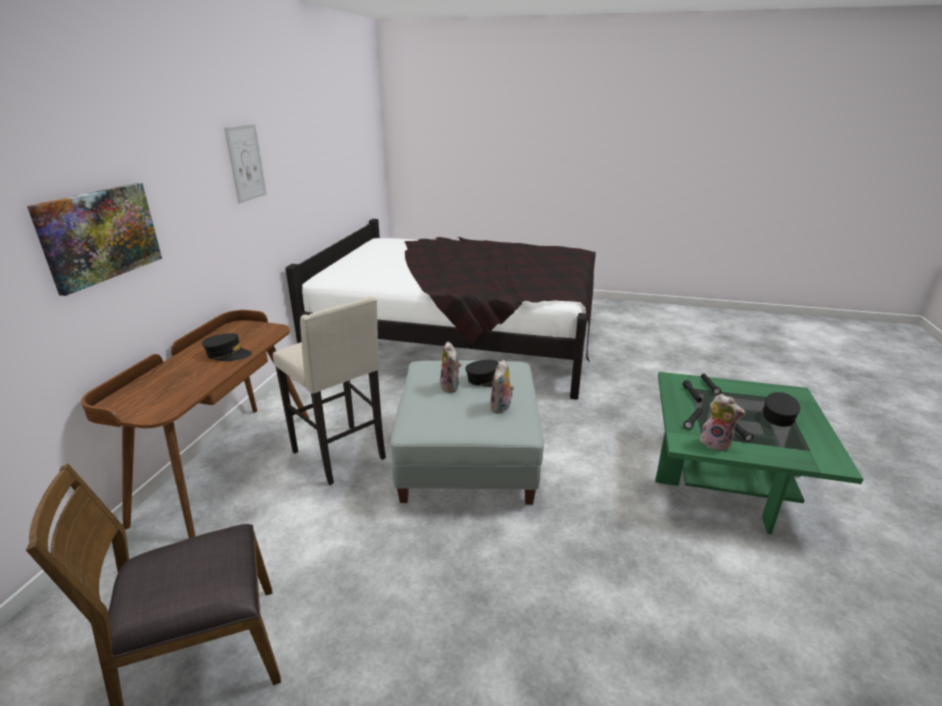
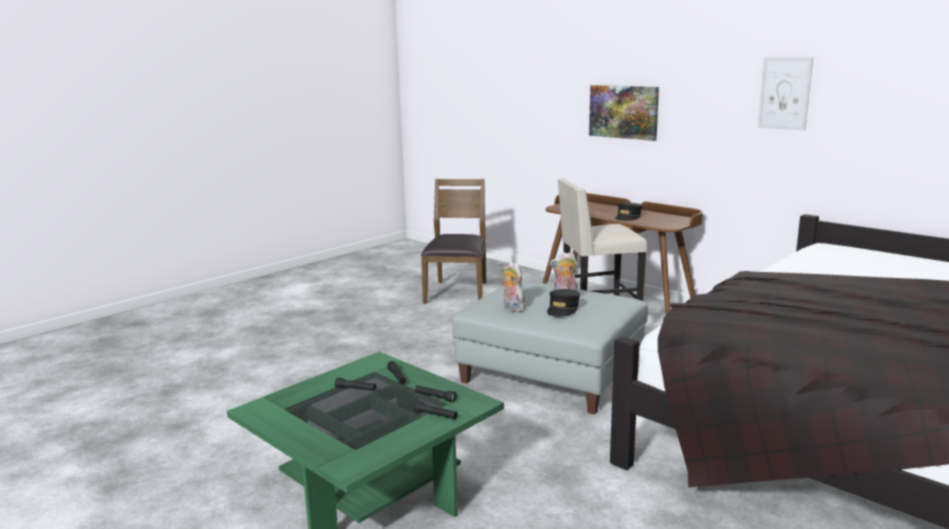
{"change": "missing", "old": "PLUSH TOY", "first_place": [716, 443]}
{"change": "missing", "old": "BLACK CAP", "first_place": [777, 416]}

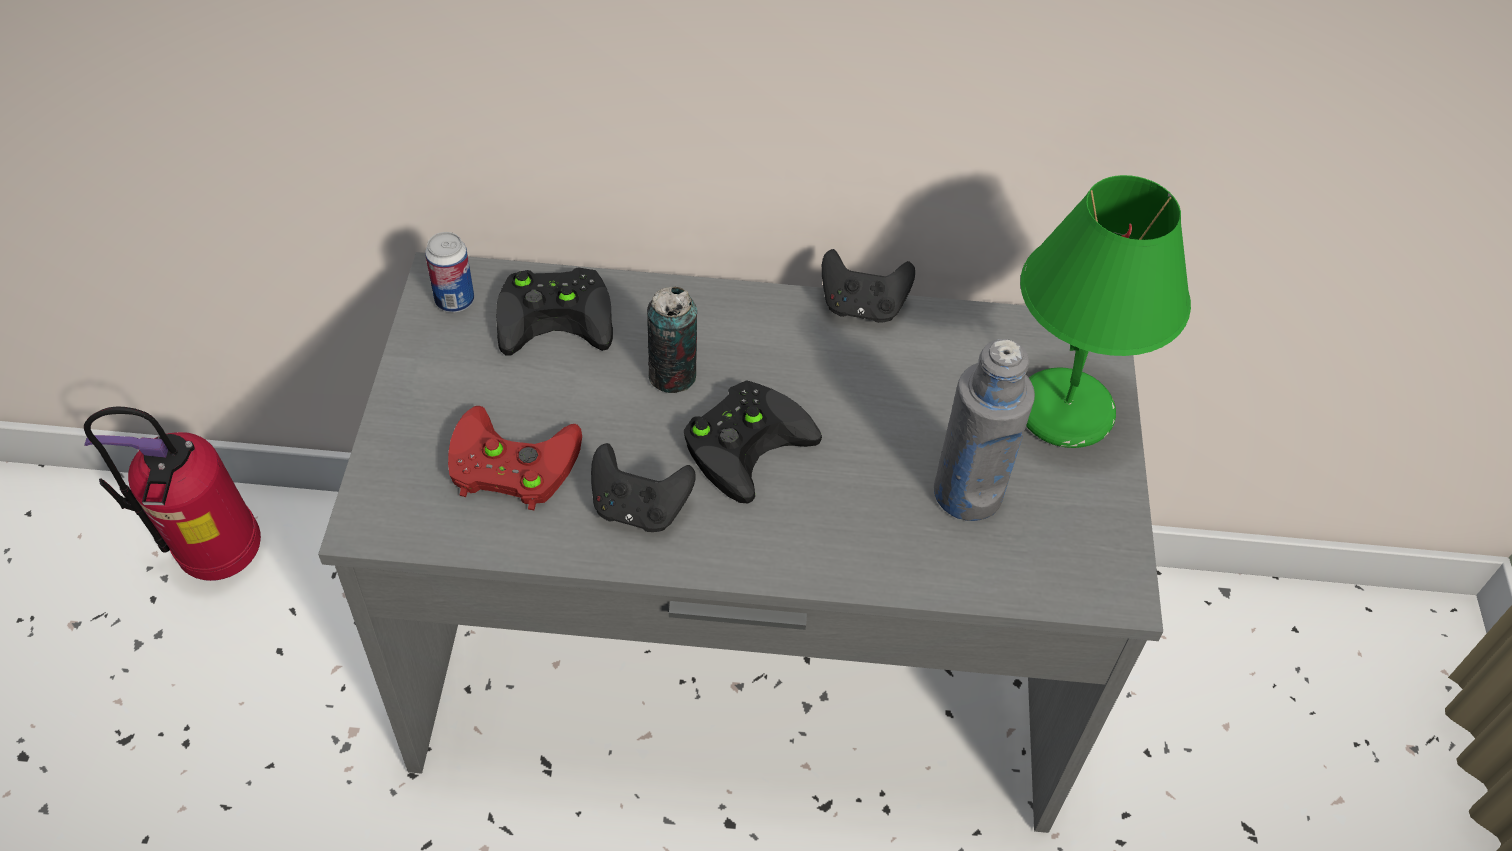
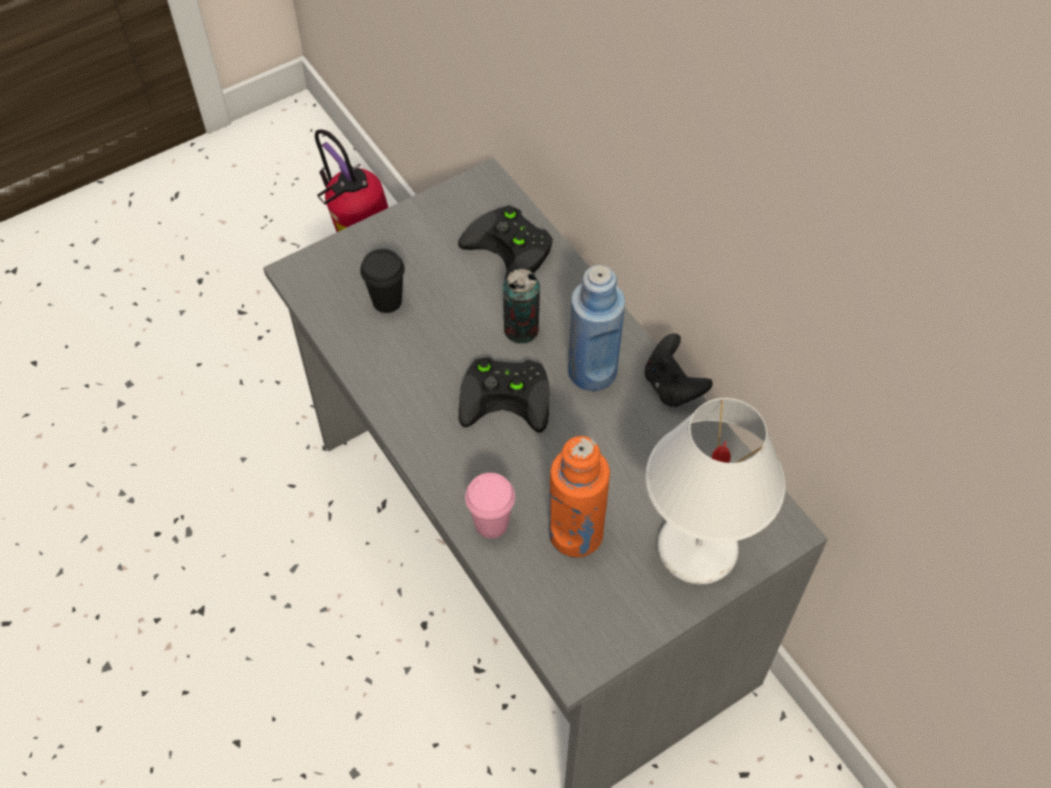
{"change": "missing", "old": "CAN", "first_place": [454, 301]}
{"change": "exchanged", "old": "RED GAME CONTROLLER", "new": "BLACK CUP", "first_place": [507, 465], "second_place": [387, 301]}
{"change": "missing", "old": "BLACK GAME CONTROLLER", "first_place": [639, 509]}
{"change": "colour", "old": "GREY BOTTLE", "new": "ORANGE BOTTLE", "first_place": [968, 493], "second_place": [576, 534]}
{"change": "colour", "old": "GREEN TABLE LAMP", "new": "WHITE TABLE LAMP", "first_place": [1066, 413], "second_place": [696, 551]}
{"change": "appeared", "new": "PINK CUP", "second_place": [491, 524]}
{"change": "appeared", "new": "BLUE BOTTLE", "second_place": [592, 371]}

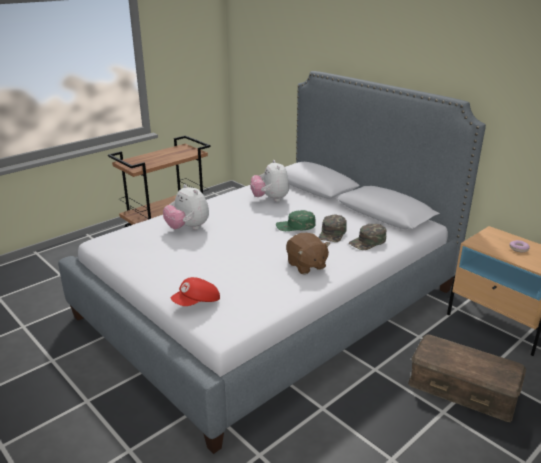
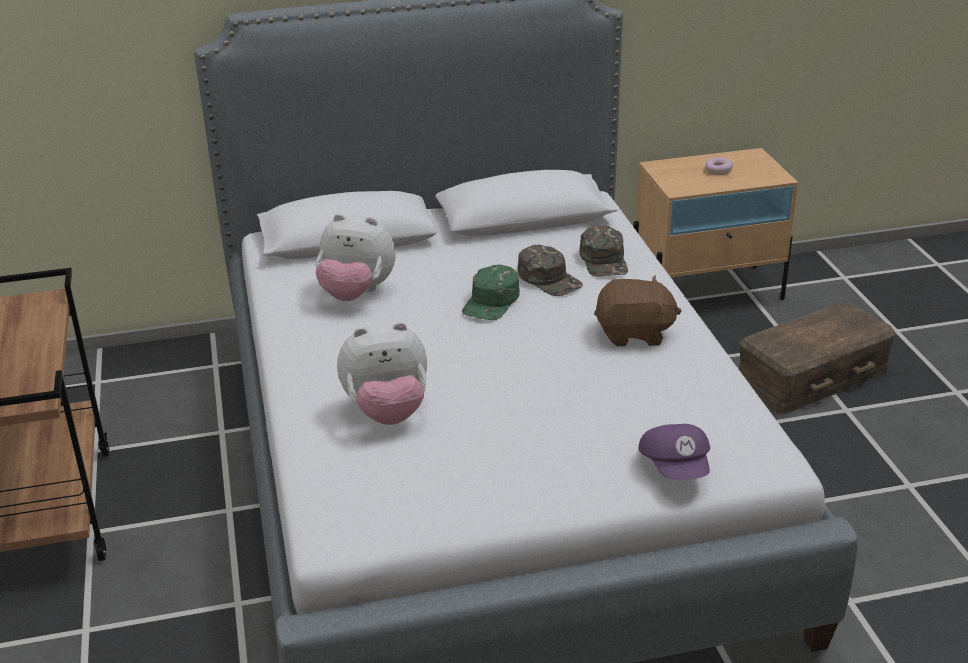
{"change": "colour", "old": "RED CAP", "new": "PURPLE CAP", "first_place": [197, 303], "second_place": [676, 467]}

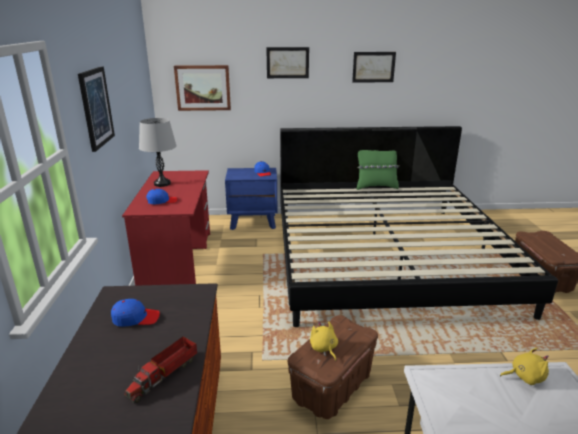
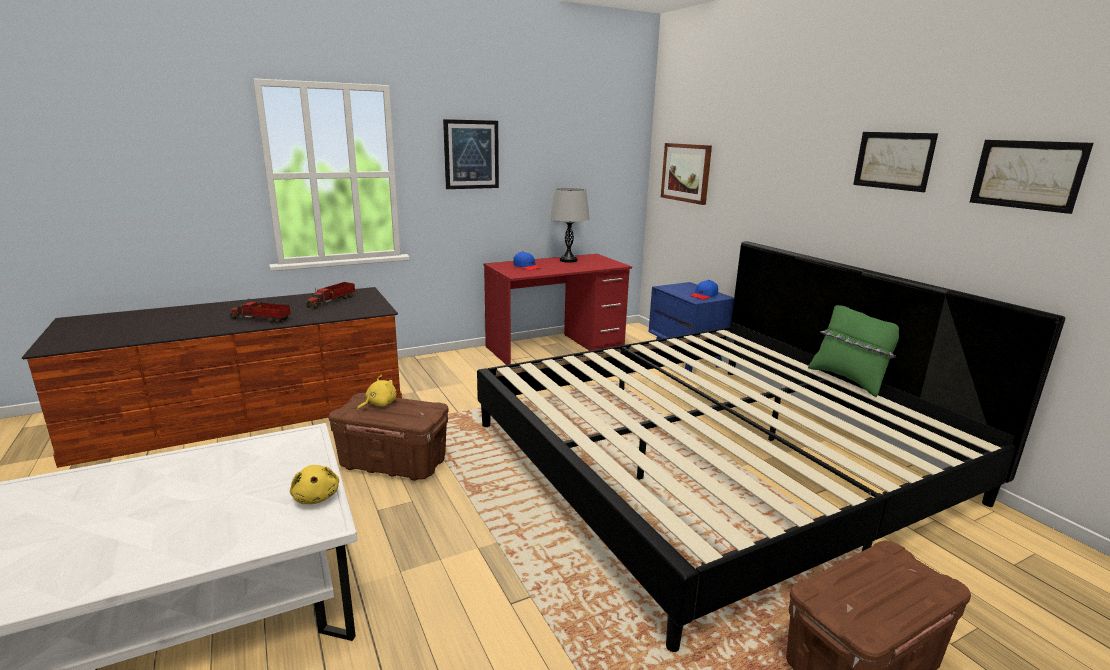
{"change": "exchanged", "old": "BLUE CAP", "new": "TOY TRUCK", "first_place": [135, 318], "second_place": [332, 301]}
{"change": "relocated", "old": "PICTURE", "first_place": [287, 62], "second_place": [1027, 175]}

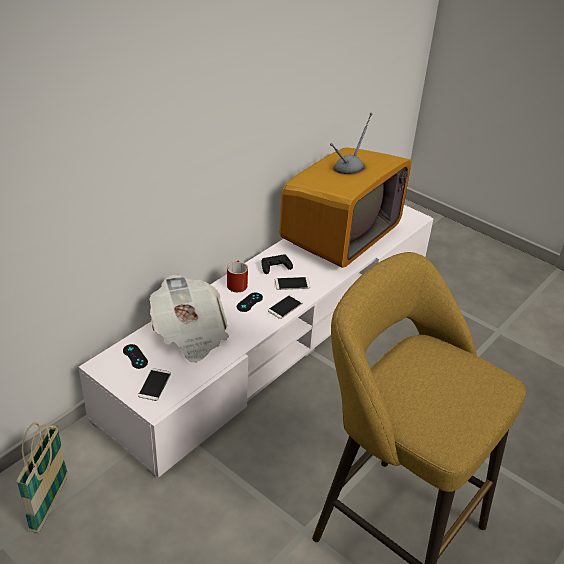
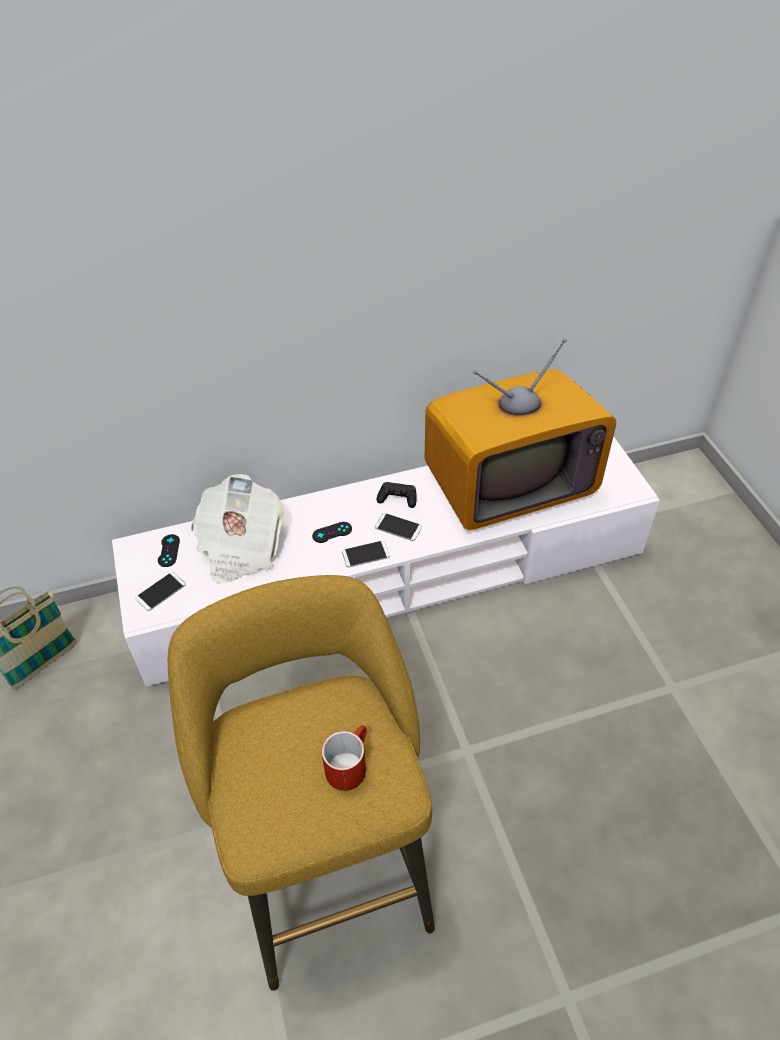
{"change": "relocated", "old": "RED MUG", "first_place": [236, 283], "second_place": [348, 763]}

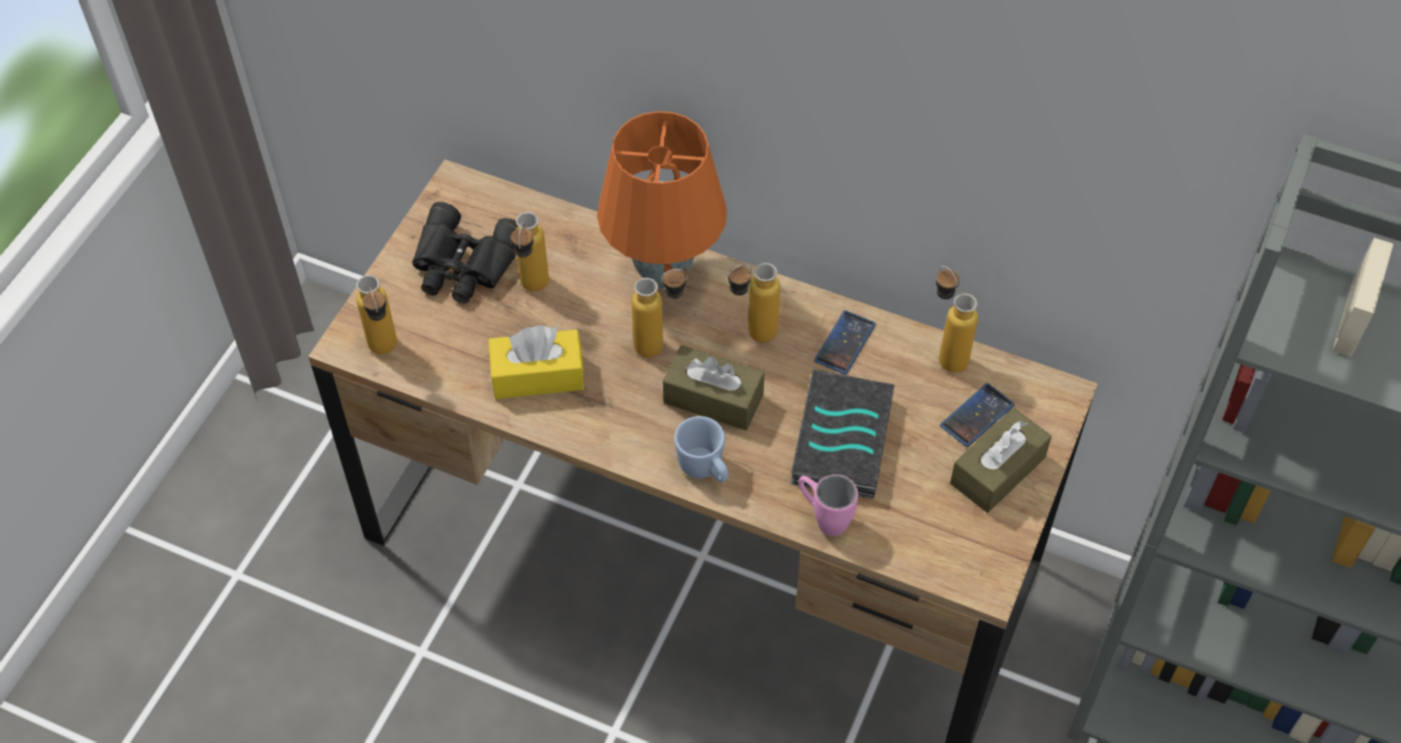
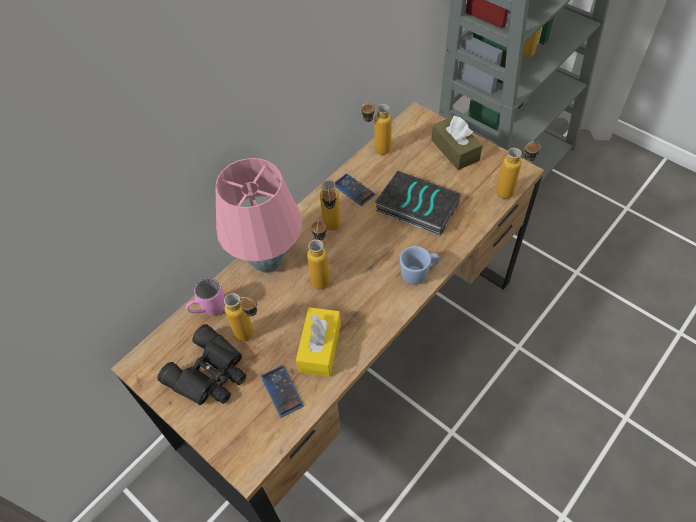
{"change": "relocated", "old": "BOTTLE", "first_place": [386, 353], "second_place": [511, 192]}
{"change": "colour", "old": "ORANGE TABLE LAMP", "new": "PINK TABLE LAMP", "first_place": [663, 273], "second_place": [269, 262]}
{"change": "missing", "old": "BROWN TISSUE BOX", "first_place": [713, 398]}
{"change": "relocated", "old": "PINK MUG", "first_place": [823, 518], "second_place": [209, 312]}
{"change": "relocated", "old": "PHONE", "first_place": [977, 416], "second_place": [282, 391]}

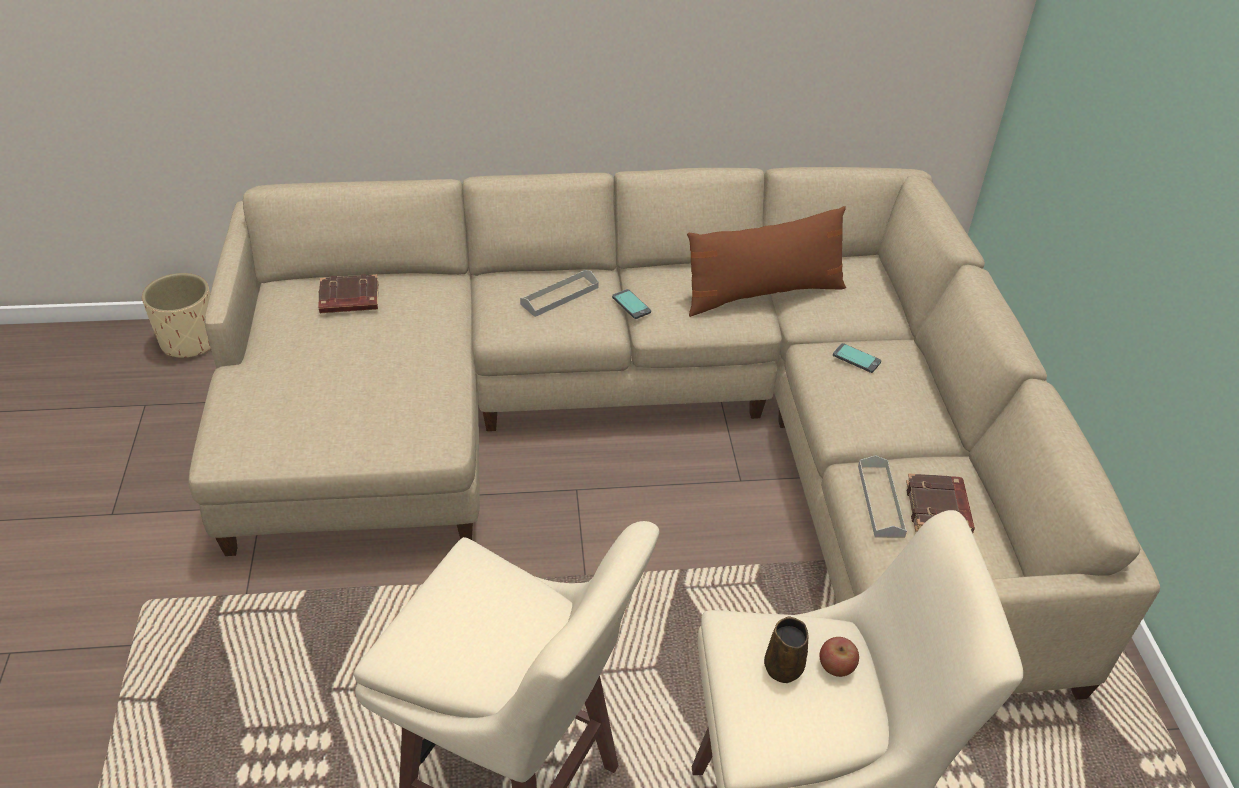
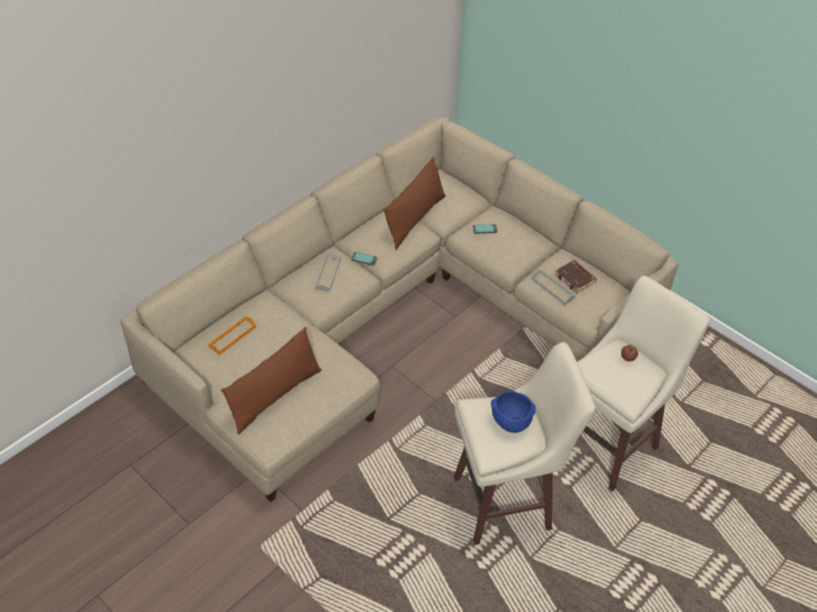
{"change": "missing", "old": "BEIGE PLANTER", "first_place": [190, 341]}
{"change": "exchanged", "old": "BROWN BOOK", "new": "ORANGE TRAY", "first_place": [348, 299], "second_place": [232, 337]}
{"change": "missing", "old": "BROWN MUG", "first_place": [783, 666]}
{"change": "appeared", "new": "BROWN PILLOW", "second_place": [274, 396]}
{"change": "appeared", "new": "BLUE BOWL", "second_place": [510, 422]}

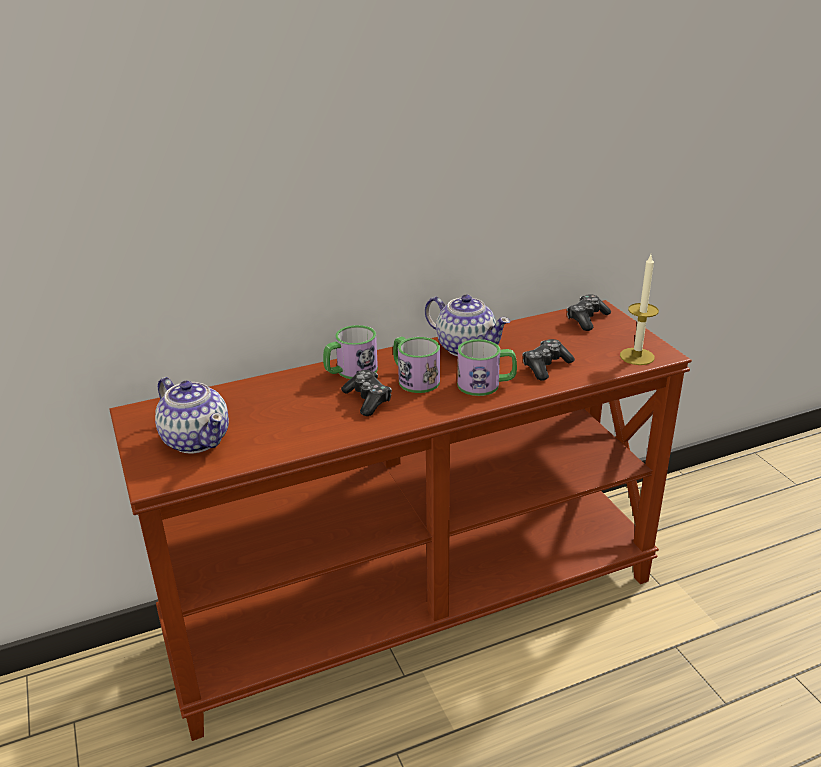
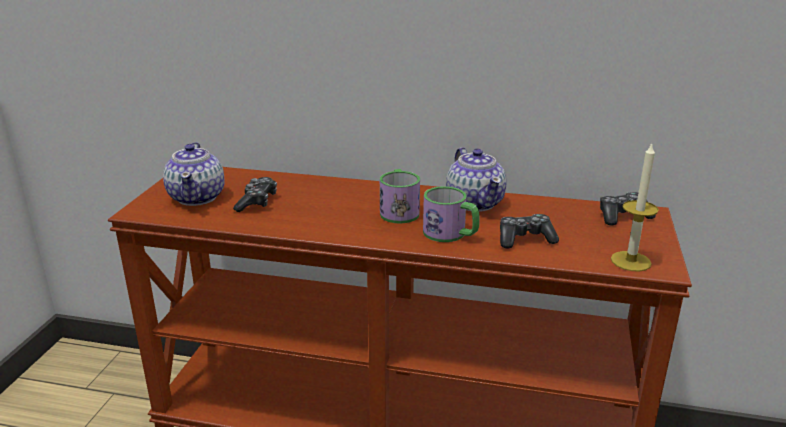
{"change": "missing", "old": "MUG", "first_place": [350, 371]}
{"change": "relocated", "old": "GAME CONTROLLER", "first_place": [368, 400], "second_place": [257, 202]}

